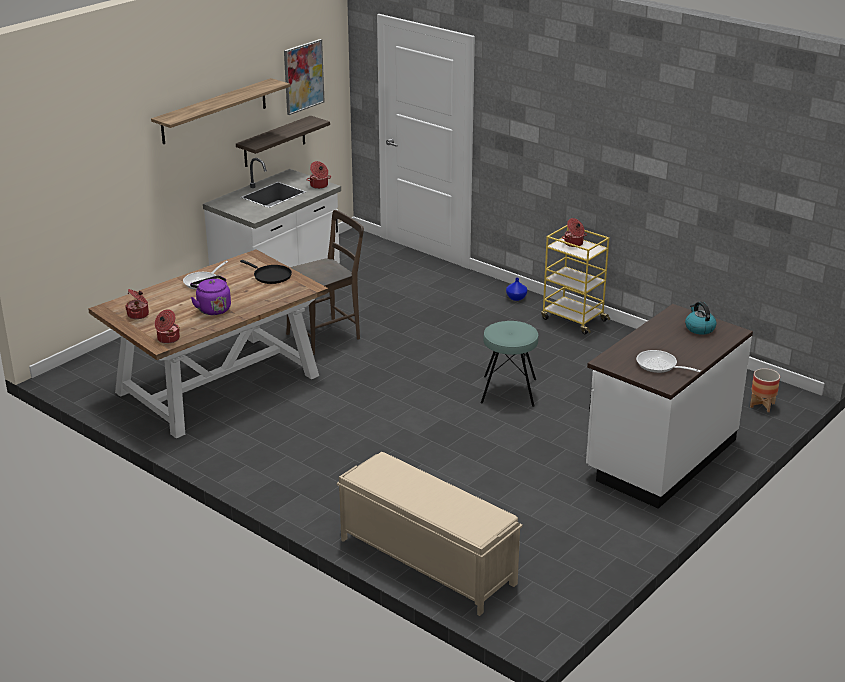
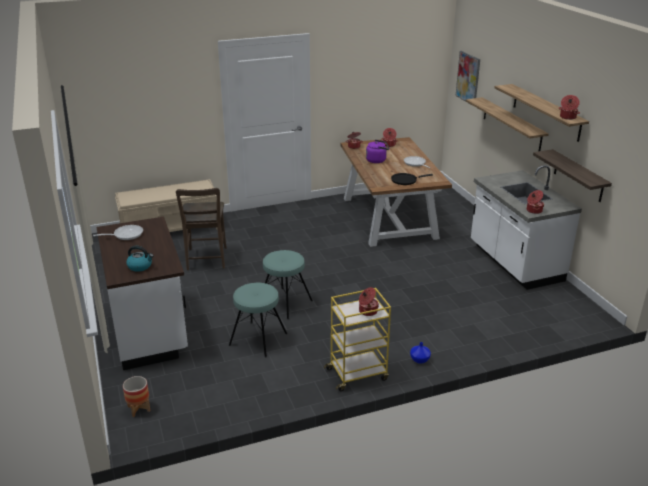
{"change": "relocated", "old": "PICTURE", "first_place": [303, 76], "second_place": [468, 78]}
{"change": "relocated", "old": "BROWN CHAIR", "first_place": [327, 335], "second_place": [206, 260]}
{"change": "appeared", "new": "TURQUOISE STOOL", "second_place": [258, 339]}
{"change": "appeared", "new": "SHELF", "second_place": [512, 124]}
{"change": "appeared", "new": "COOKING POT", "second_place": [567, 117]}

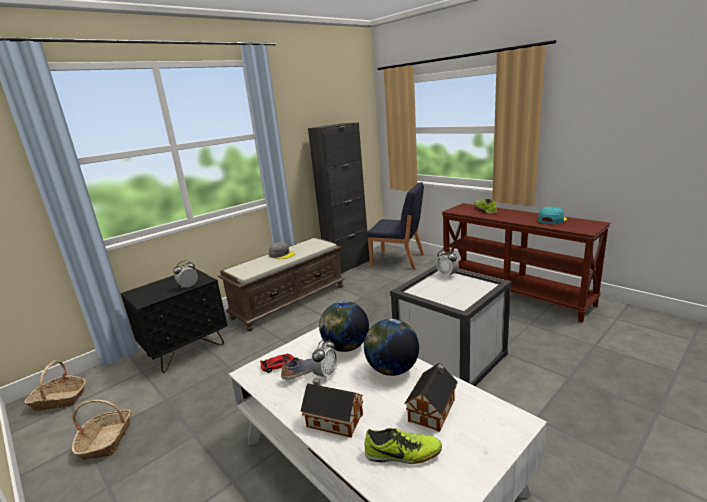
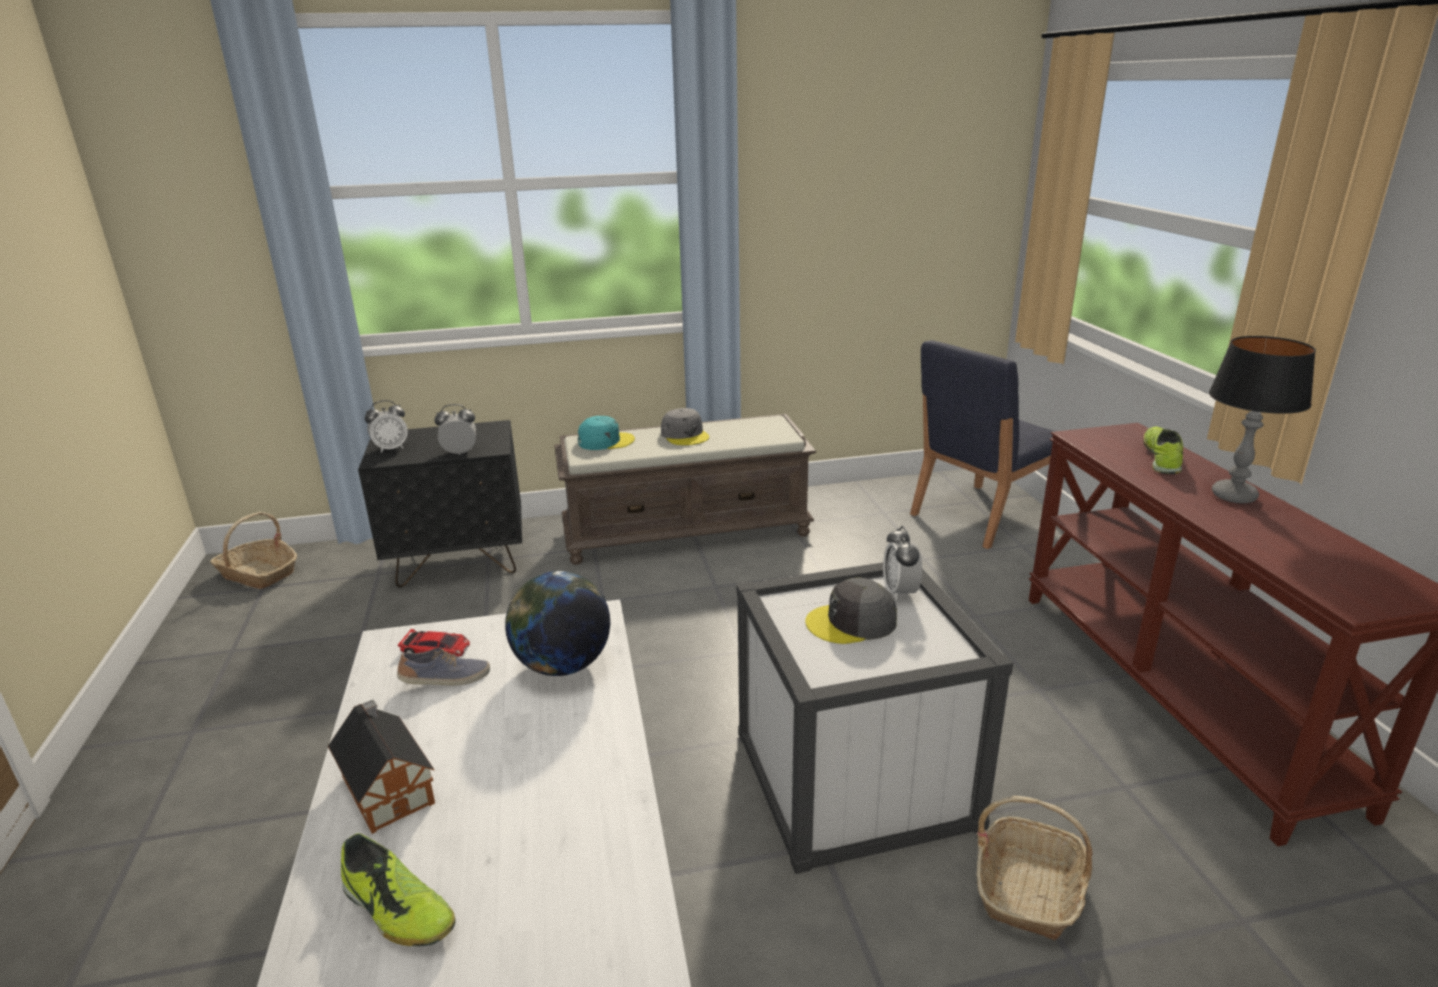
{"change": "relocated", "old": "BASKET", "first_place": [107, 440], "second_place": [1029, 889]}
{"change": "missing", "old": "BLACK CABINET", "first_place": [347, 265]}
{"change": "relocated", "old": "ALARM CLOCK", "first_place": [326, 375], "second_place": [391, 448]}
{"change": "missing", "old": "GLOBE", "first_place": [392, 370]}
{"change": "spun", "old": "BLUE CHAIR", "first_place": [398, 260], "second_place": [980, 515], "degrees": 90}
{"change": "missing", "old": "TOY HOUSE", "first_place": [433, 408]}
{"change": "relocated", "old": "TURQUOISE CAP", "first_place": [551, 220], "second_place": [605, 441]}
{"change": "appeared", "new": "GREY CAP", "second_place": [852, 622]}
{"change": "appeared", "new": "TABLE LAMP", "second_place": [1234, 496]}

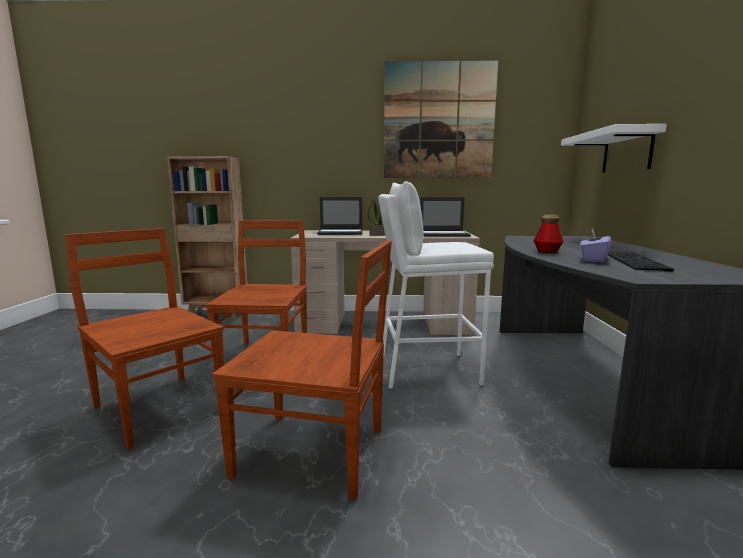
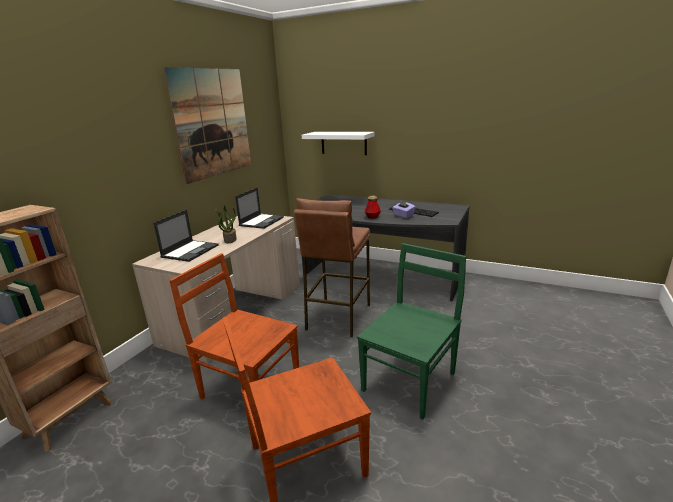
{"change": "colour", "old": "BROWN CHAIR", "new": "GREEN CHAIR", "first_place": [315, 452], "second_place": [410, 380]}
{"change": "colour", "old": "WHITE STOOL", "new": "BROWN STOOL", "first_place": [427, 370], "second_place": [337, 317]}

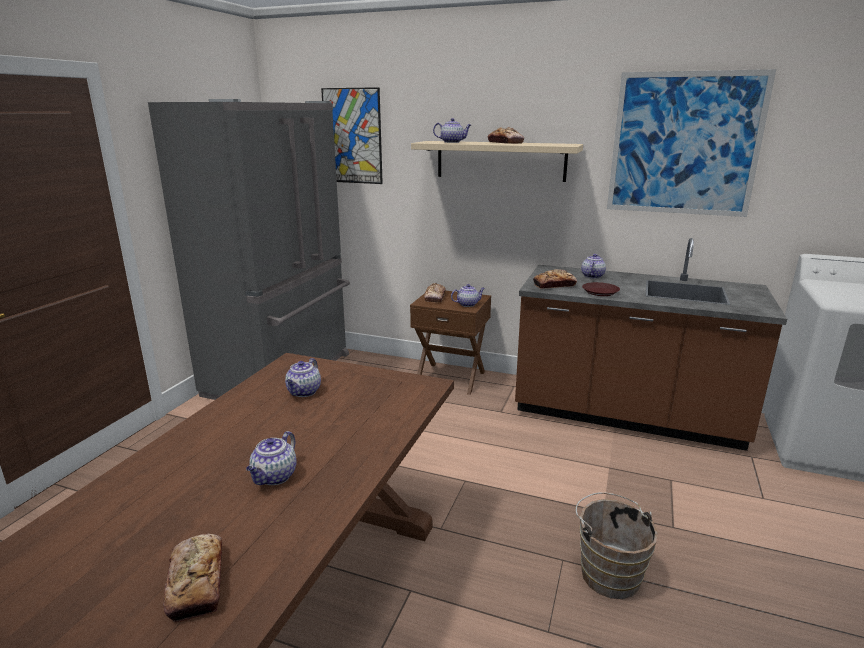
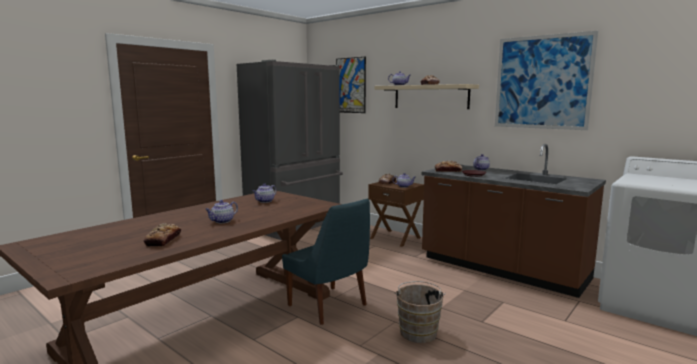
{"change": "appeared", "new": "BLUE CHAIR", "second_place": [329, 306]}

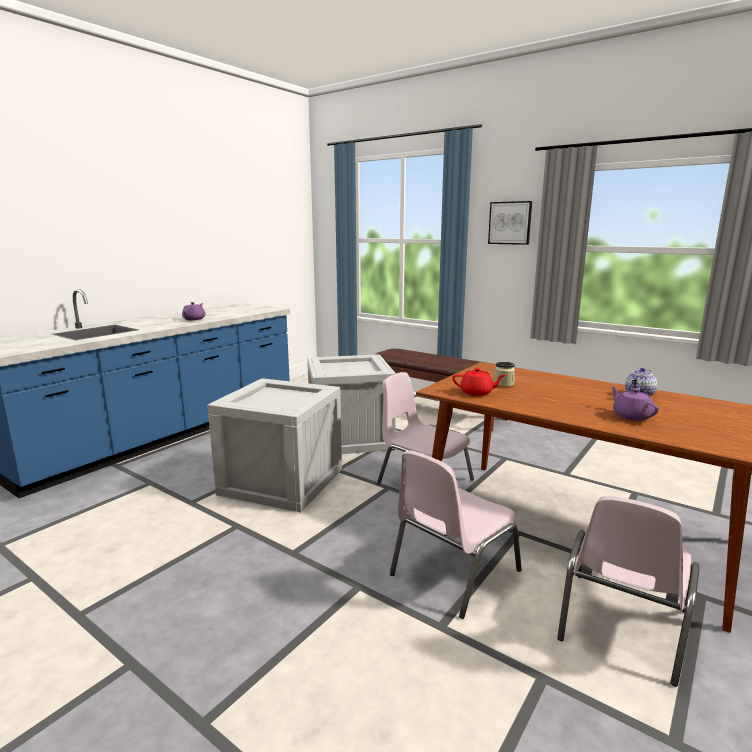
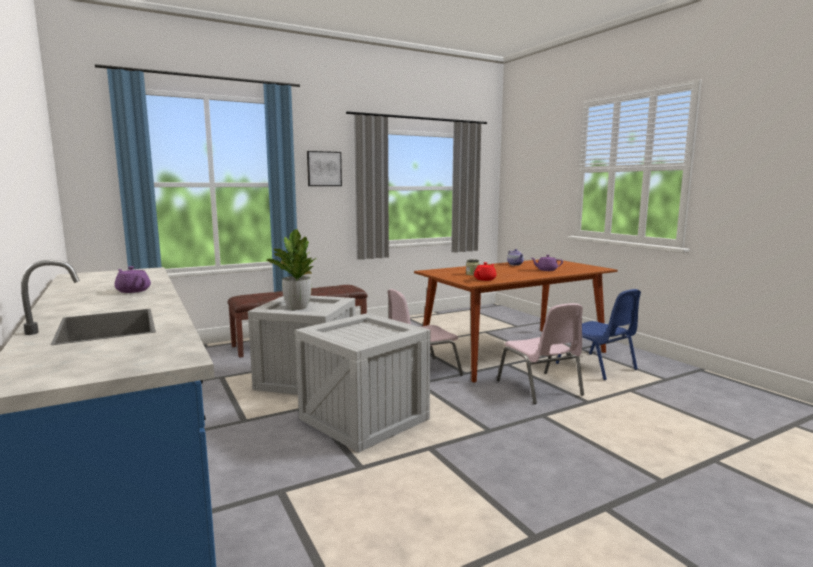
{"change": "colour", "old": "PINK CHAIR", "new": "BLUE CHAIR", "first_place": [621, 626], "second_place": [597, 367]}
{"change": "appeared", "new": "POTTED PLANT", "second_place": [297, 307]}

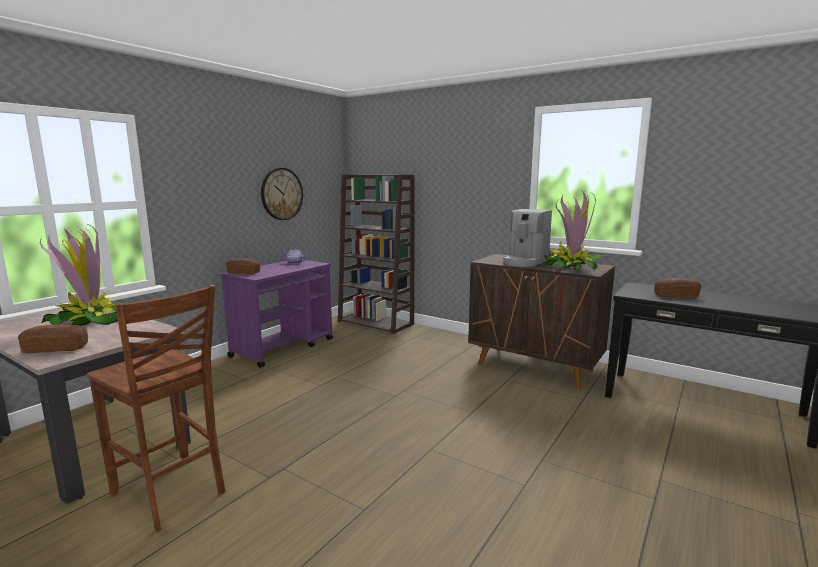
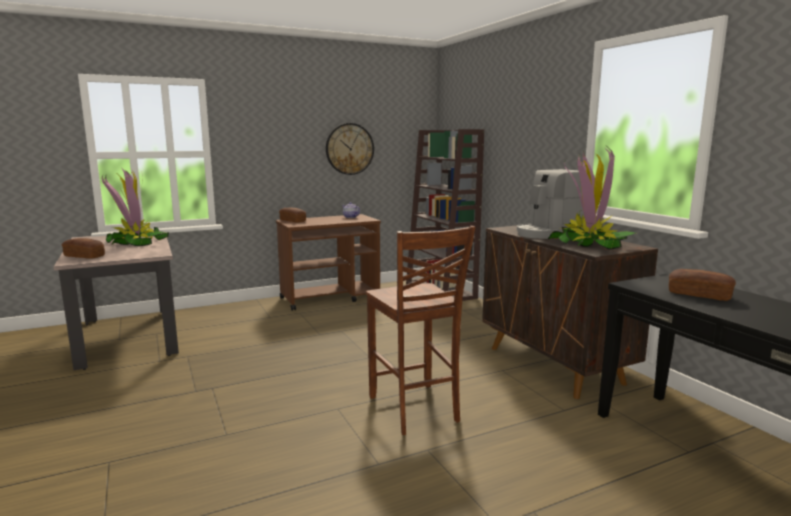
{"change": "relocated", "old": "BROWN CHAIR", "first_place": [170, 493], "second_place": [414, 410]}
{"change": "colour", "old": "PURPLE CART", "new": "BROWN CART", "first_place": [283, 347], "second_place": [331, 298]}

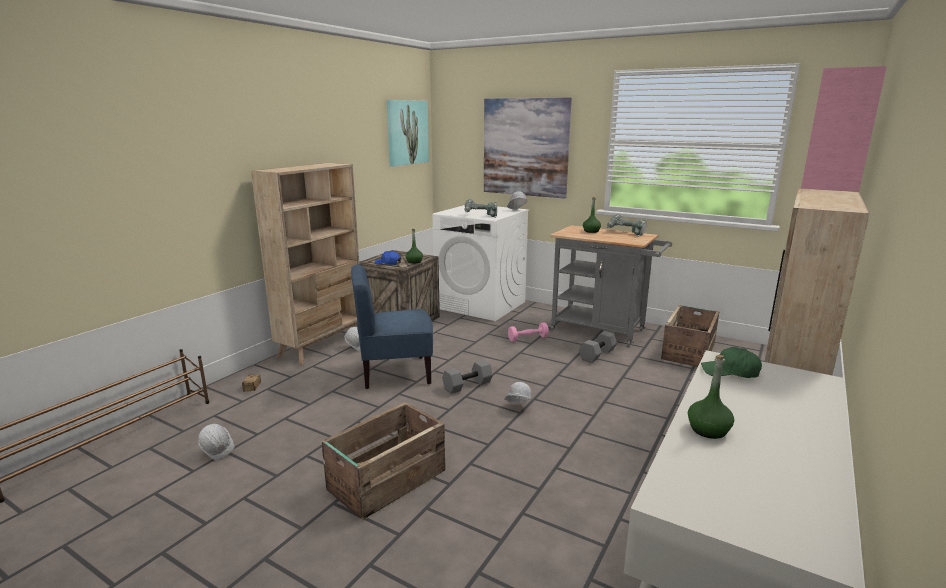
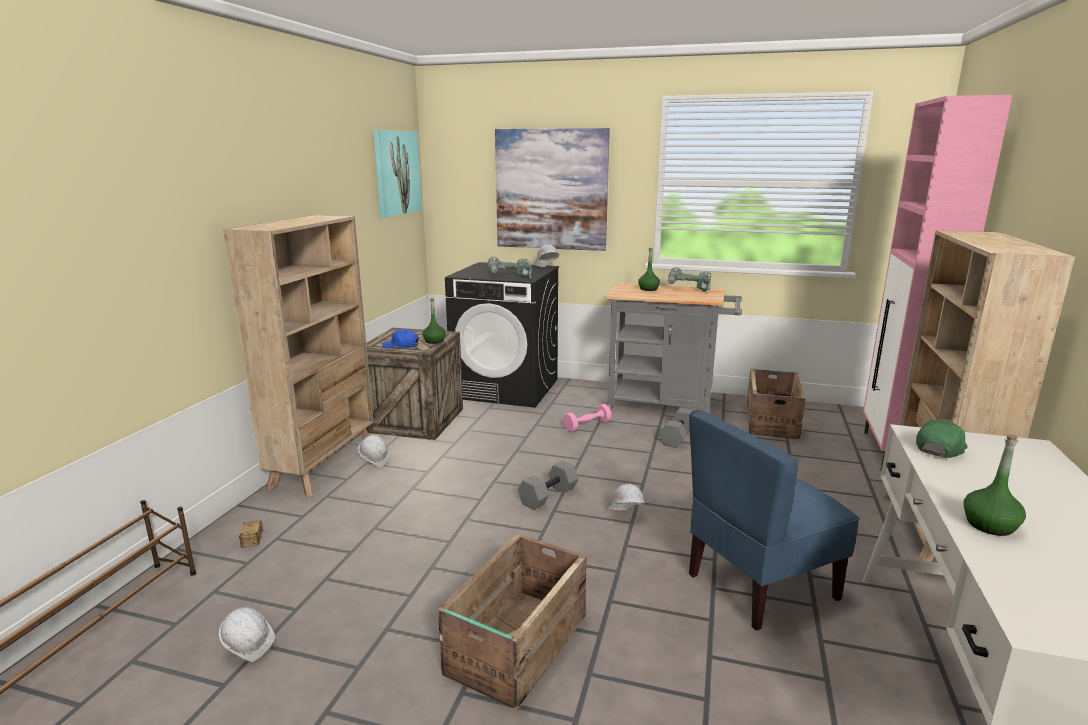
{"change": "relocated", "old": "BLUE CHAIR", "first_place": [395, 373], "second_place": [760, 586]}
{"change": "colour", "old": "WHITE WASHING MACHINE", "new": "BLACK WASHING MACHINE", "first_place": [481, 305], "second_place": [507, 388]}
{"change": "spun", "old": "GREEN CAP", "first_place": [730, 372], "second_place": [940, 448], "degrees": 135}

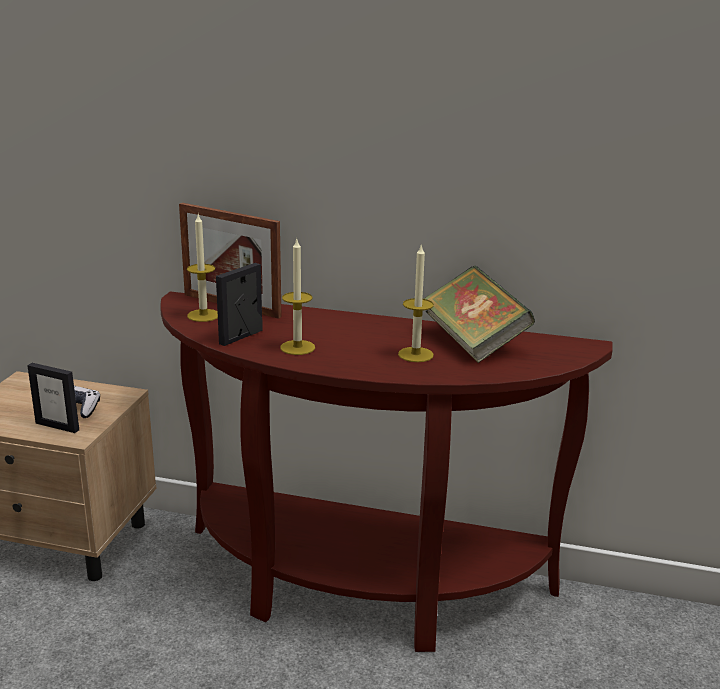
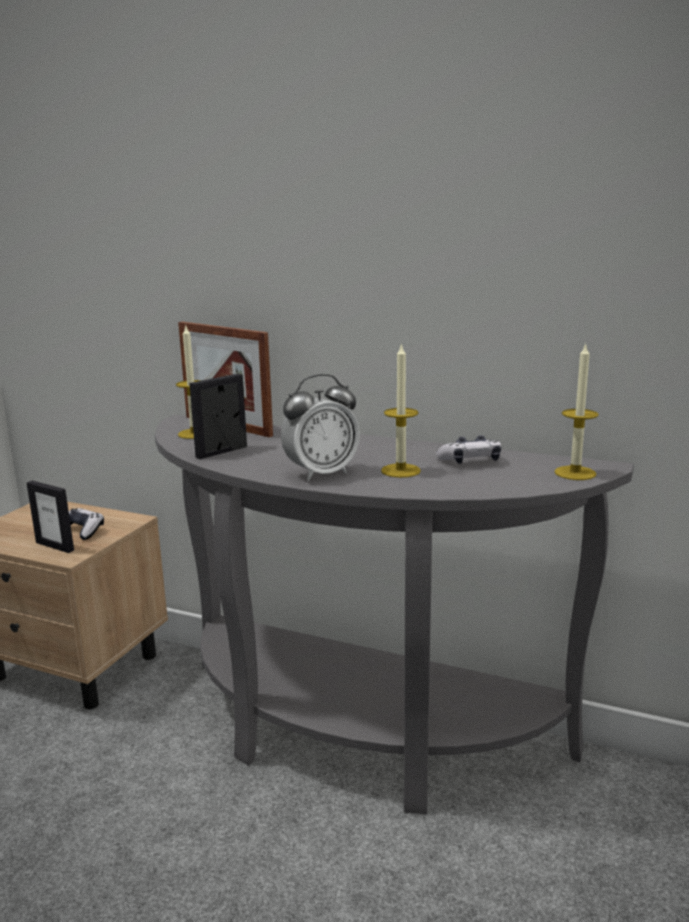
{"change": "colour", "old": "BROWN CONSOLE TABLE", "new": "GREY CONSOLE TABLE", "first_place": [357, 588], "second_place": [355, 735]}
{"change": "relocated", "old": "CANDLE", "first_place": [297, 347], "second_place": [575, 473]}
{"change": "exchanged", "old": "BOOK", "new": "GAME CONTROLLER", "first_place": [473, 342], "second_place": [470, 461]}
{"change": "appeared", "new": "ALARM CLOCK", "second_place": [321, 473]}

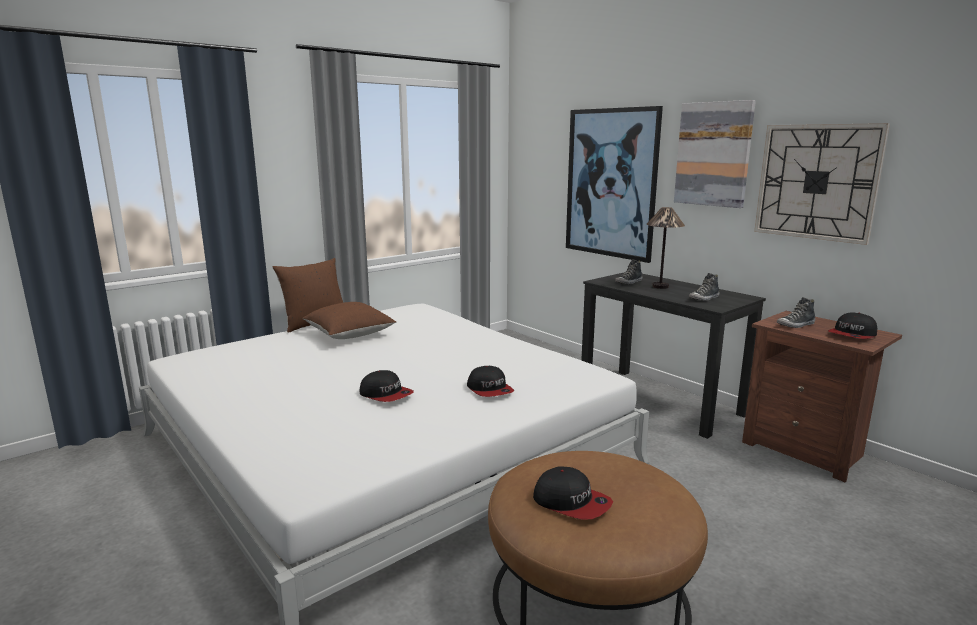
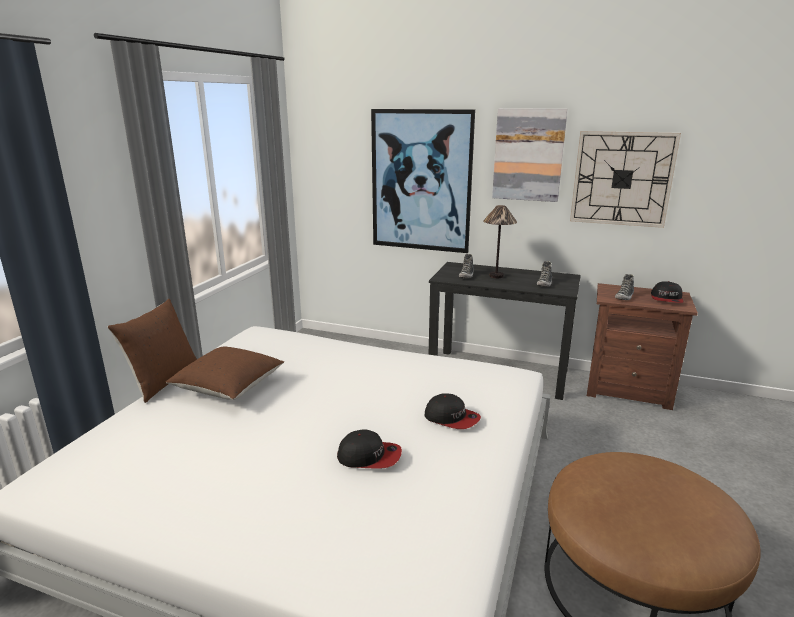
{"change": "missing", "old": "CAP", "first_place": [571, 502]}

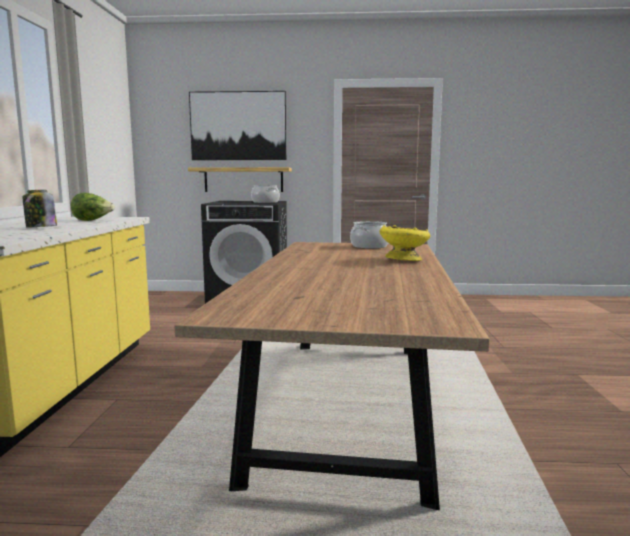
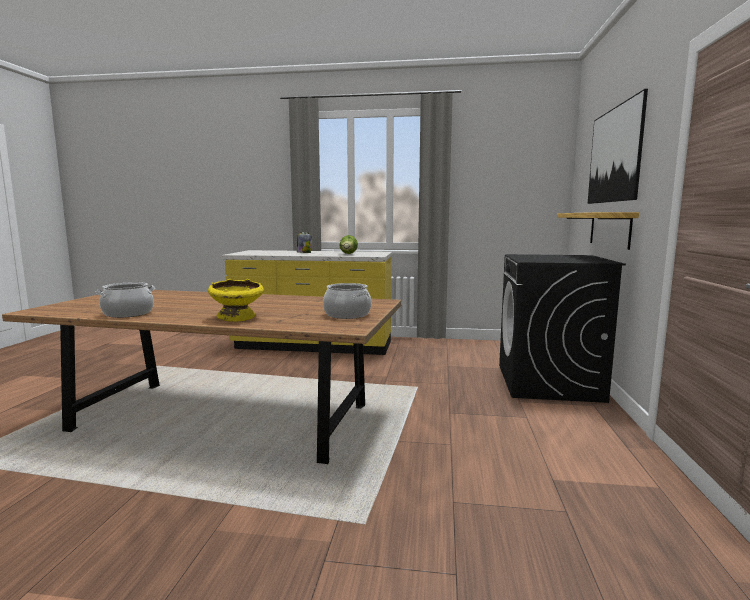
{"change": "relocated", "old": "COOKING POT", "first_place": [265, 202], "second_place": [128, 314]}

